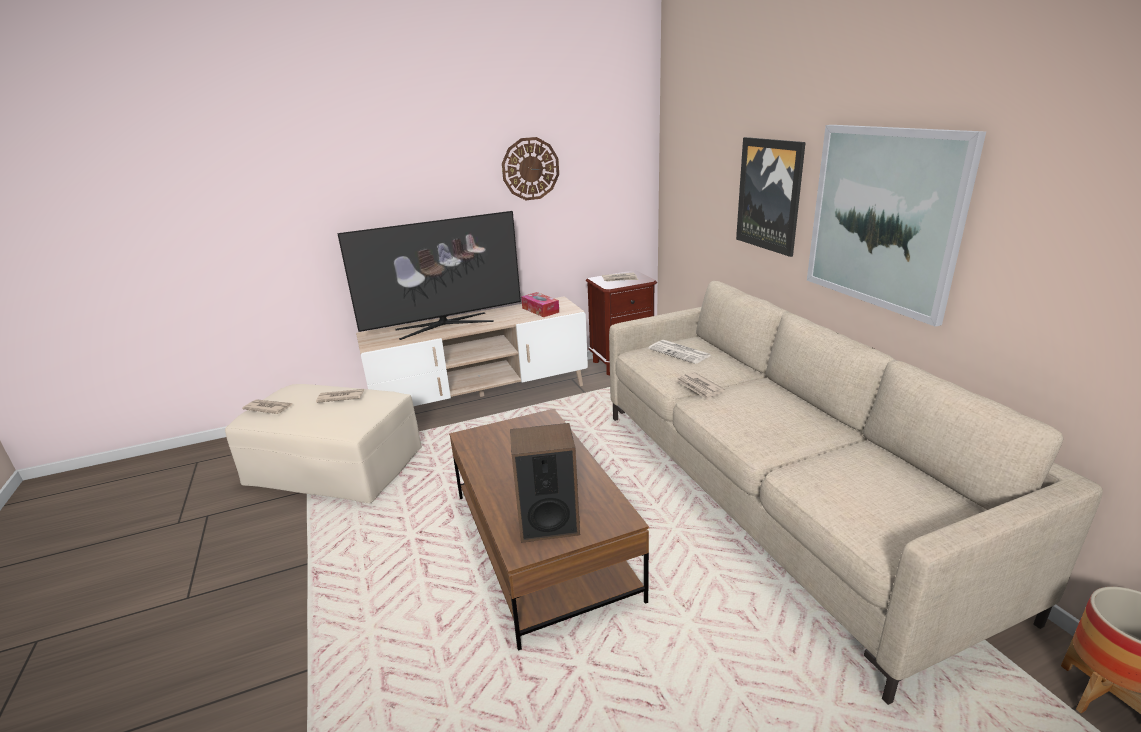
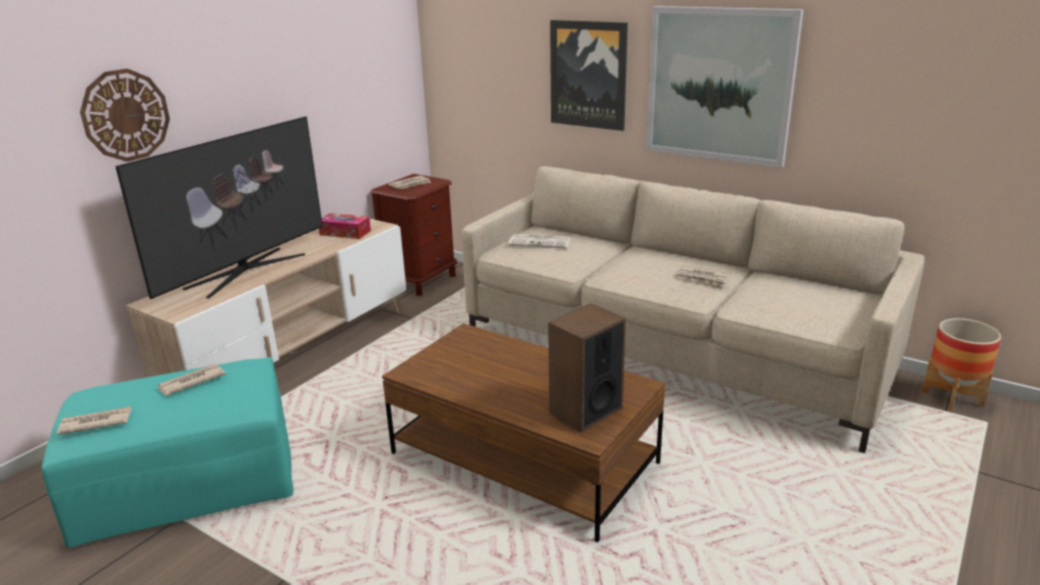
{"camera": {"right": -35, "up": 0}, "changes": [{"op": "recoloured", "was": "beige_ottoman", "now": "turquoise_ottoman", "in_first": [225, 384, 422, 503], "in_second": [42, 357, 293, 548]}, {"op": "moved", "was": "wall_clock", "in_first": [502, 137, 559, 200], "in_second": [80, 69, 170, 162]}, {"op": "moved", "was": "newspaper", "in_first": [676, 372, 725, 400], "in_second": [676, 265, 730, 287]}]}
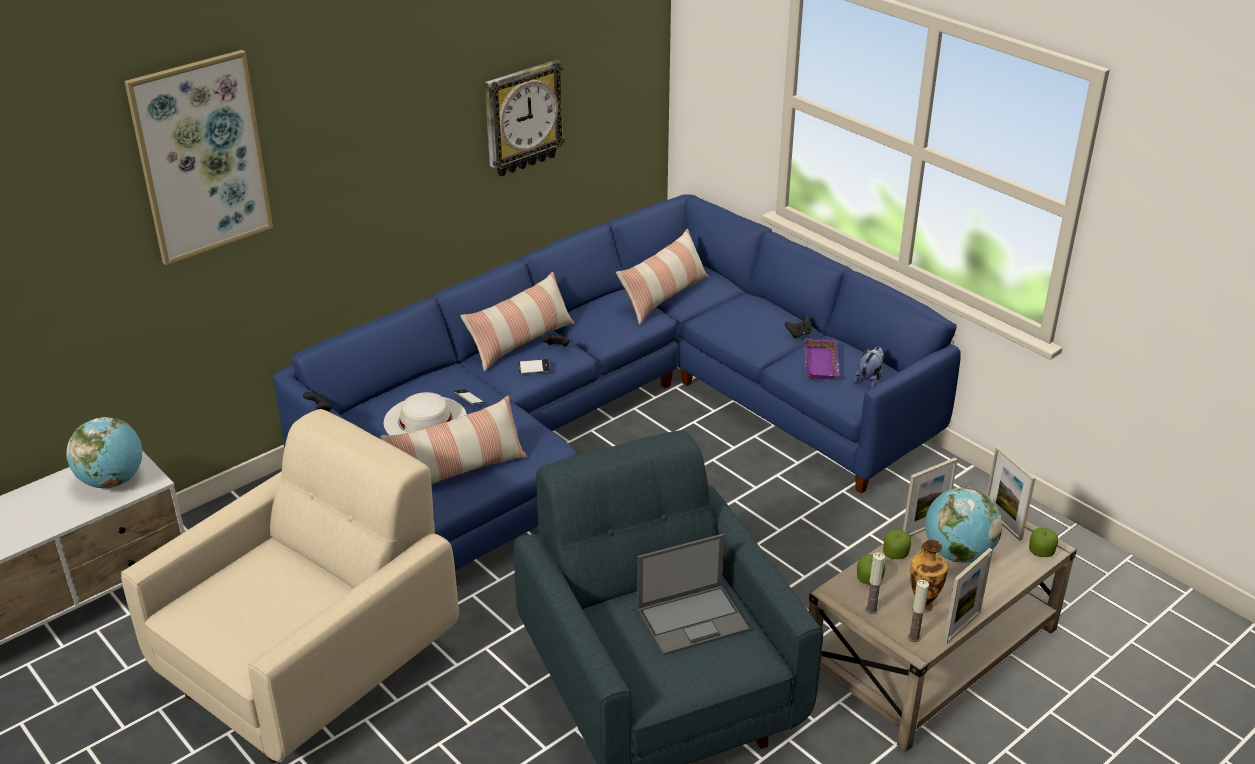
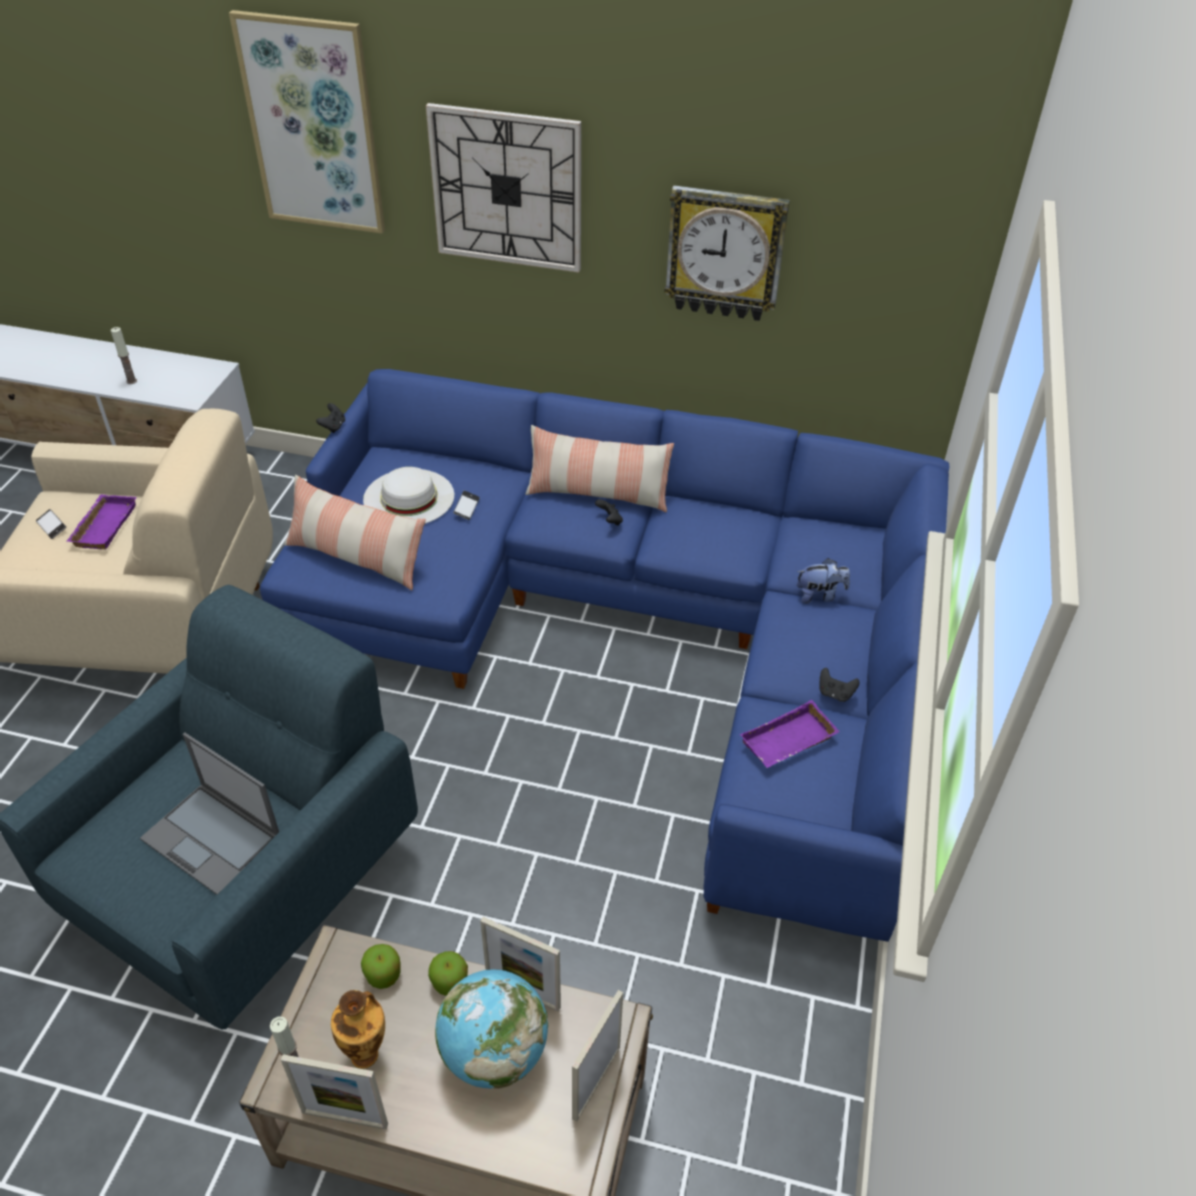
{"camera": {"right": 55, "up": 10}, "changes": [{"op": "moved", "was": "phone", "in_first": [518, 359, 550, 374], "in_second": [36, 509, 66, 539]}, {"op": "added", "now": "purple_tray", "in_second": [67, 495, 137, 549]}, {"op": "moved", "was": "candle", "in_first": [866, 552, 885, 614], "in_second": [110, 327, 137, 384]}, {"op": "added", "now": "wall_clock", "in_second": [426, 103, 581, 273]}, {"op": "moved", "was": "plush_toy", "in_first": [853, 347, 884, 388], "in_second": [797, 558, 850, 604]}, {"op": "removed", "was": "globe", "in_first": [66, 417, 142, 488]}, {"op": "removed", "was": "pillow", "in_first": [616, 229, 709, 325]}, {"op": "removed", "was": "apple", "in_first": [1029, 528, 1058, 557]}]}
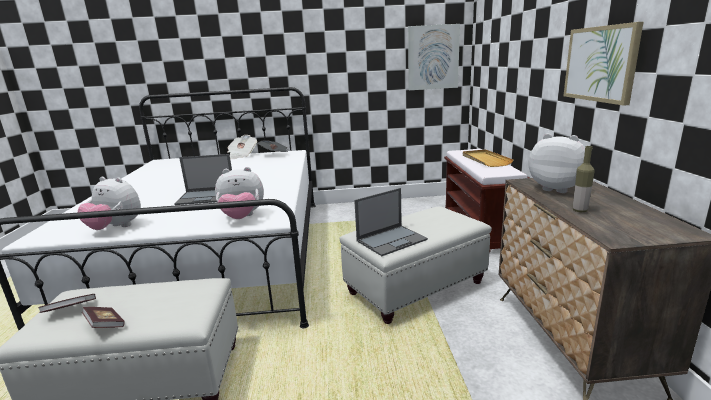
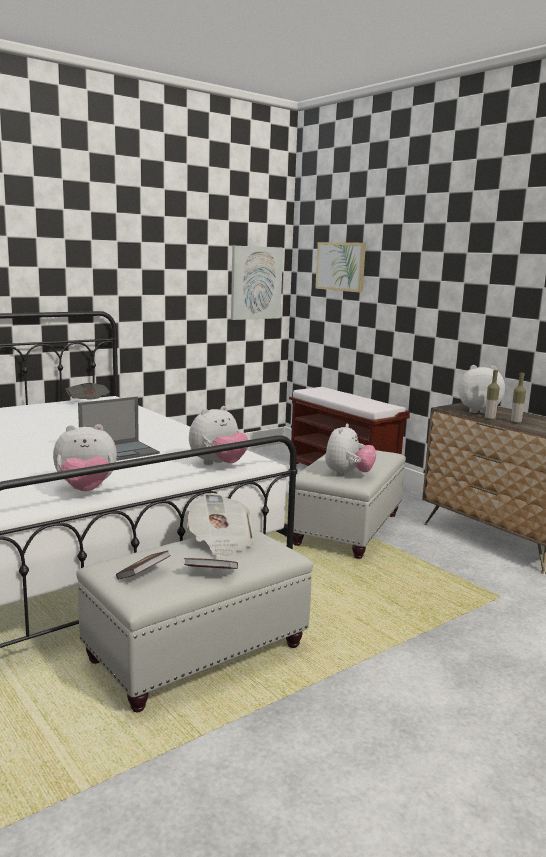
{"camera": {"right": -35, "up": -5}, "changes": [{"op": "moved", "was": "newspaper", "in_first": [227, 135, 257, 159], "in_second": [187, 493, 254, 558]}, {"op": "moved", "was": "picture", "in_first": [563, 22, 643, 106], "in_second": [315, 242, 366, 293]}, {"op": "replaced", "was": "laptop", "now": "plush_toy", "in_first": [354, 188, 428, 256], "in_second": [325, 424, 377, 477]}, {"op": "added", "now": "bottle", "in_second": [485, 370, 500, 420]}, {"op": "removed", "was": "beige_tray", "in_first": [463, 149, 514, 167]}]}
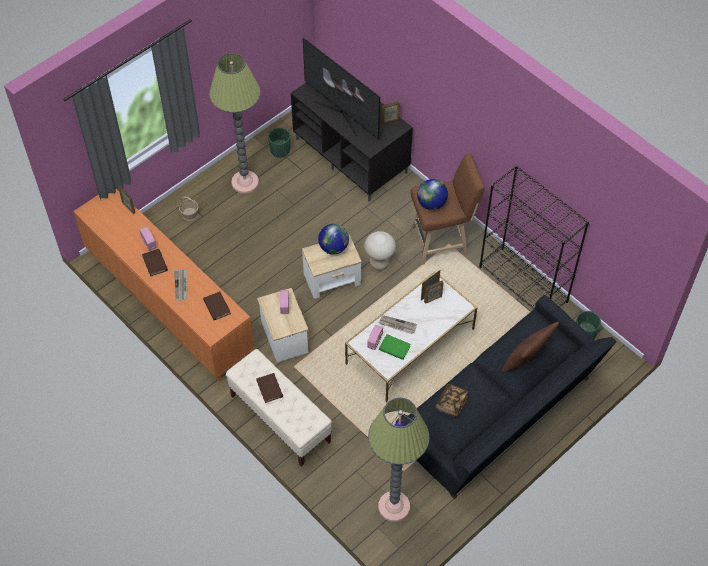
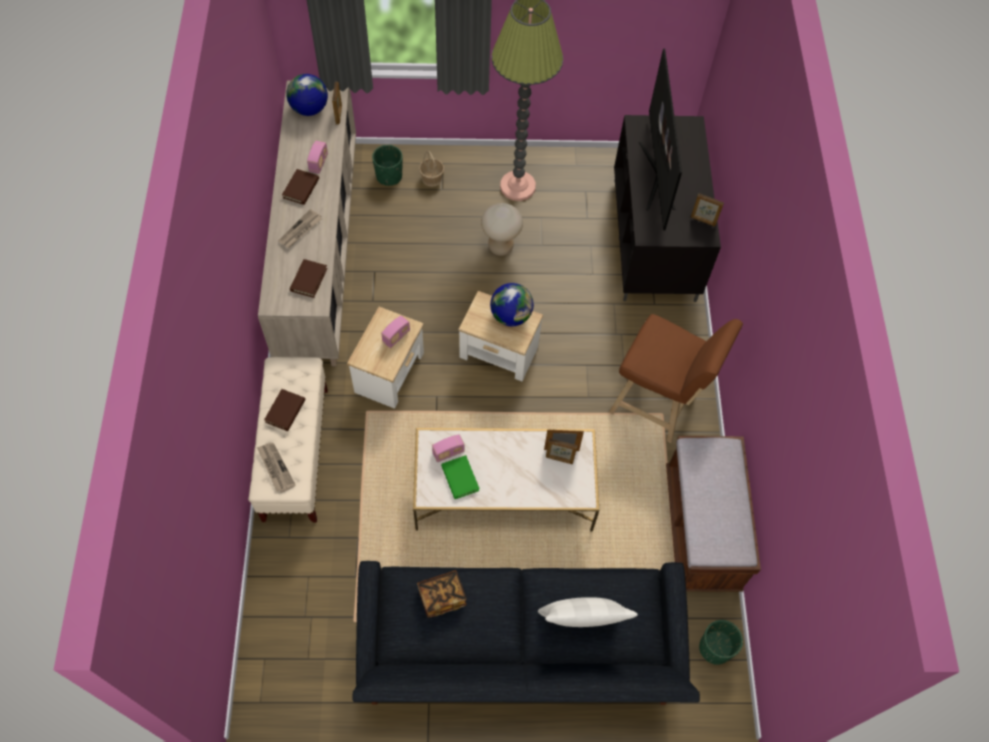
{"camera": {"right": 40, "up": 5}, "changes": [{"op": "moved", "was": "newspaper", "in_first": [379, 315, 417, 334], "in_second": [257, 443, 296, 493]}, {"op": "recoloured", "was": "orange_cabinet", "now": "beige_cabinet", "in_first": [74, 189, 254, 382], "in_second": [258, 81, 356, 366]}, {"op": "moved", "was": "globe", "in_first": [417, 179, 448, 210], "in_second": [286, 74, 328, 116]}, {"op": "moved", "was": "green_planter", "in_first": [268, 127, 290, 158], "in_second": [372, 145, 403, 186]}, {"op": "moved", "was": "beige_stool", "in_first": [364, 231, 396, 271], "in_second": [481, 203, 523, 256]}, {"op": "recoloured", "was": "brown_pillow", "now": "white_pillow", "in_first": [502, 322, 559, 372], "in_second": [538, 597, 638, 627]}, {"op": "replaced", "was": "black_bookcase", "now": "brown_bench", "in_first": [479, 165, 589, 310], "in_second": [666, 436, 761, 592]}, {"op": "removed", "was": "floor_lamp", "in_first": [368, 398, 429, 522]}]}
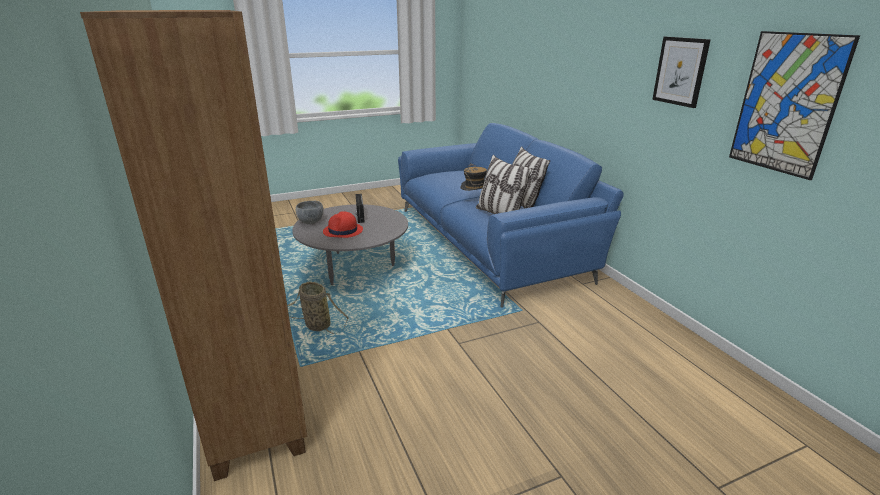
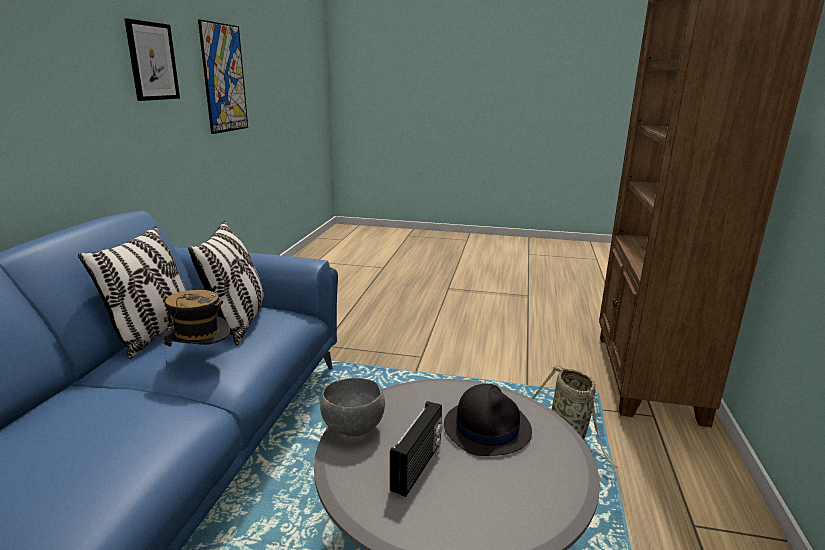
{"camera": {"right": -145, "up": -5}, "changes": [{"op": "moved", "was": "grey_bowl", "in_first": [296, 201, 324, 224], "in_second": [320, 378, 385, 436]}, {"op": "recoloured", "was": "red_hat", "now": "black_hat", "in_first": [323, 211, 363, 238], "in_second": [444, 384, 532, 456]}]}
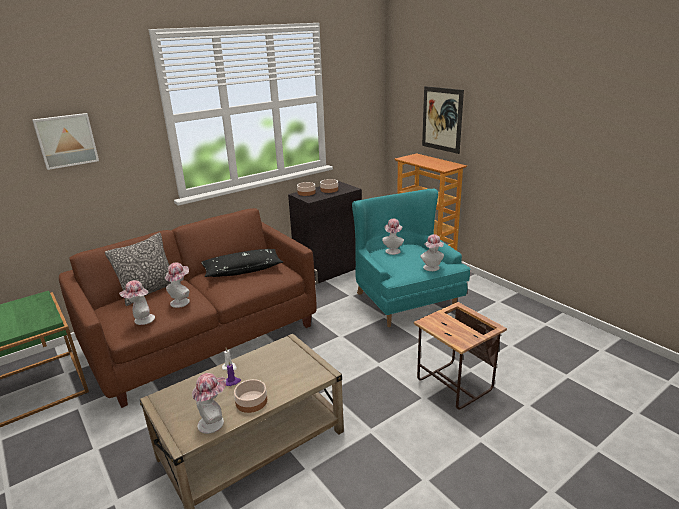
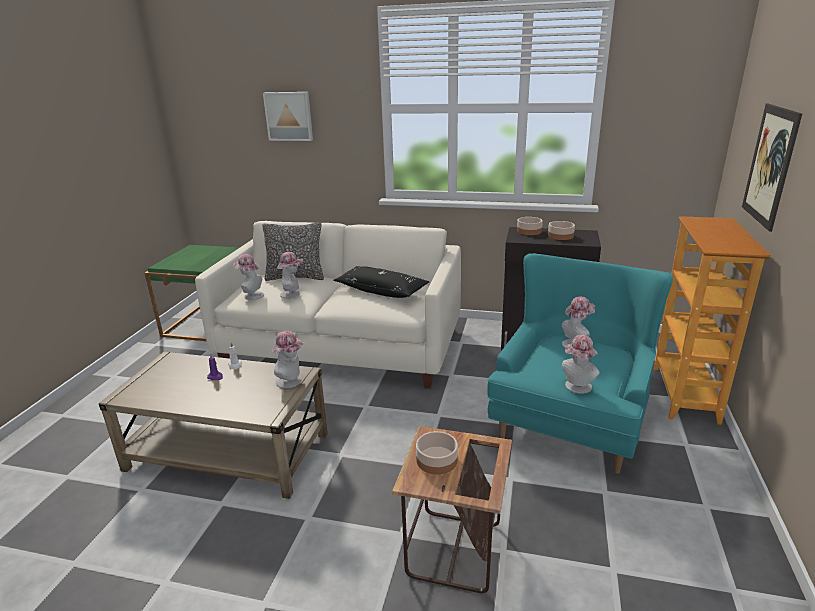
{"camera": {"right": 50, "up": 0}, "changes": [{"op": "recoloured", "was": "brown_sofa", "now": "white_sofa", "in_first": [59, 208, 317, 408], "in_second": [195, 221, 461, 388]}, {"op": "moved", "was": "hat", "in_first": [192, 373, 226, 434], "in_second": [272, 331, 304, 388]}, {"op": "moved", "was": "bowl", "in_first": [234, 379, 267, 413], "in_second": [416, 431, 458, 474]}]}
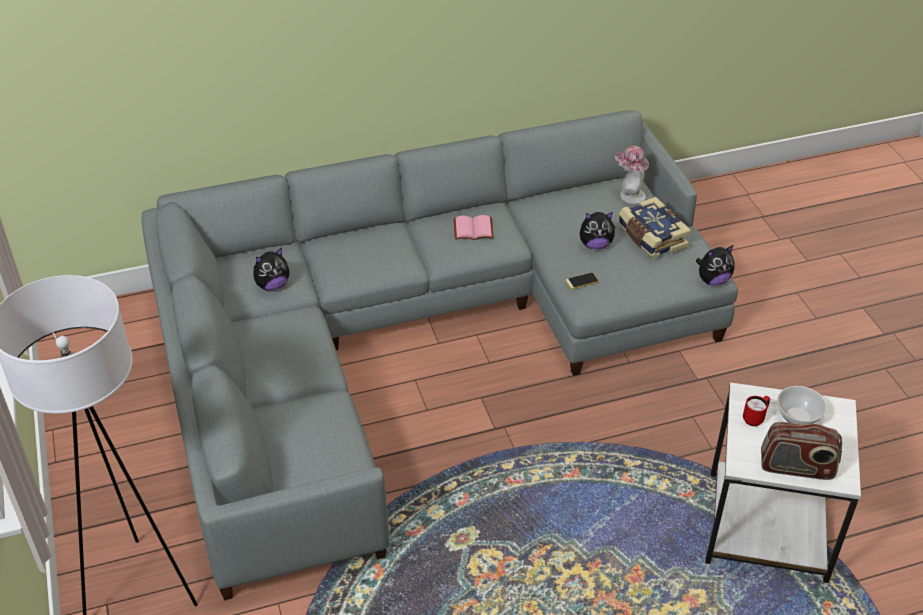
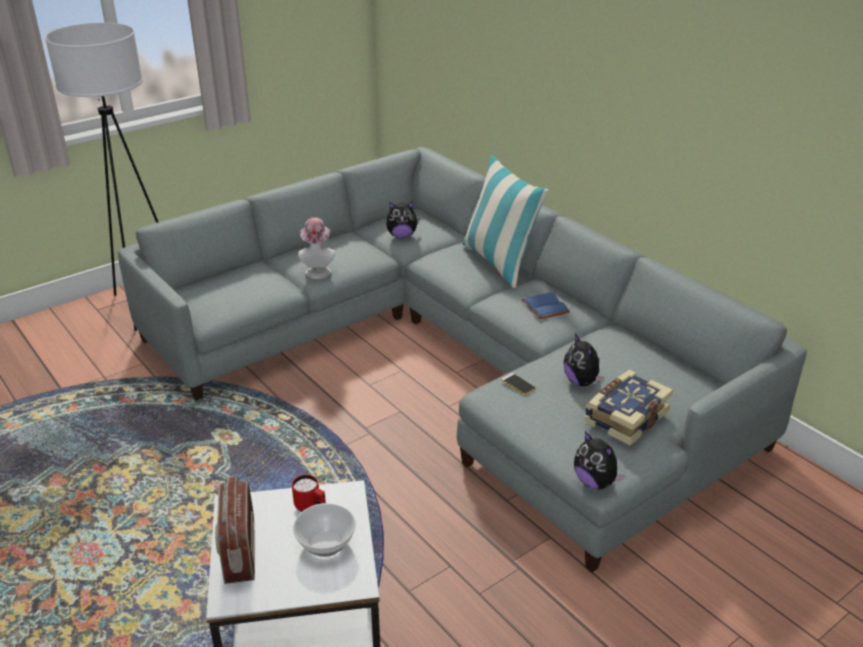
{"camera": {"right": 70, "up": -10}, "changes": [{"op": "moved", "was": "hat", "in_first": [615, 146, 649, 204], "in_second": [298, 217, 335, 279]}, {"op": "turned", "was": "plush_toy", "in_first": [253, 248, 290, 291], "in_second": [386, 201, 419, 238], "clockwise": -45}, {"op": "added", "now": "pillow", "in_second": [462, 155, 549, 288]}, {"op": "recoloured", "was": "pink_book", "now": "blue_book", "in_first": [454, 215, 494, 240], "in_second": [521, 292, 570, 319]}]}
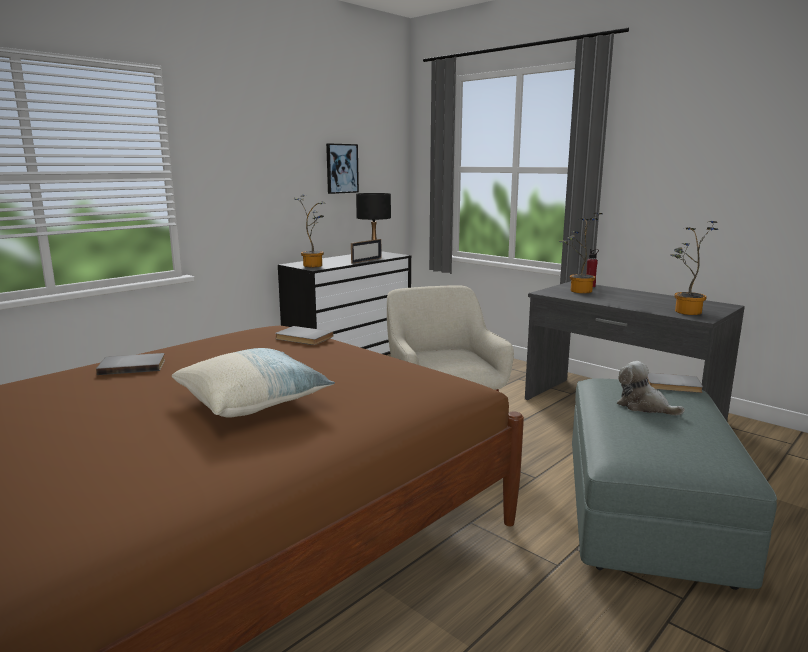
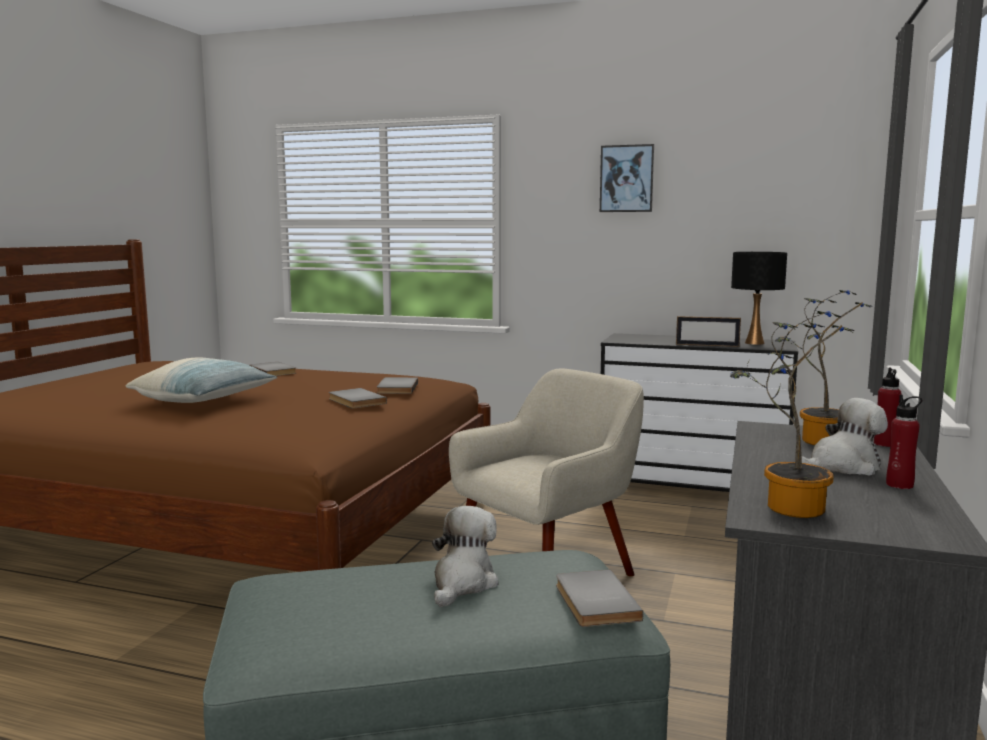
{"camera": {"right": 65, "up": -5}, "changes": [{"op": "added", "now": "grey_book", "in_second": [329, 388, 387, 408]}, {"op": "moved", "was": "picture", "in_first": [326, 143, 359, 194], "in_second": [600, 144, 654, 212]}, {"op": "added", "now": "plush_toy", "in_second": [802, 398, 888, 476]}, {"op": "added", "now": "red_bottle", "in_second": [886, 395, 922, 489]}, {"op": "removed", "was": "potted_plant", "in_first": [294, 194, 326, 267]}]}
